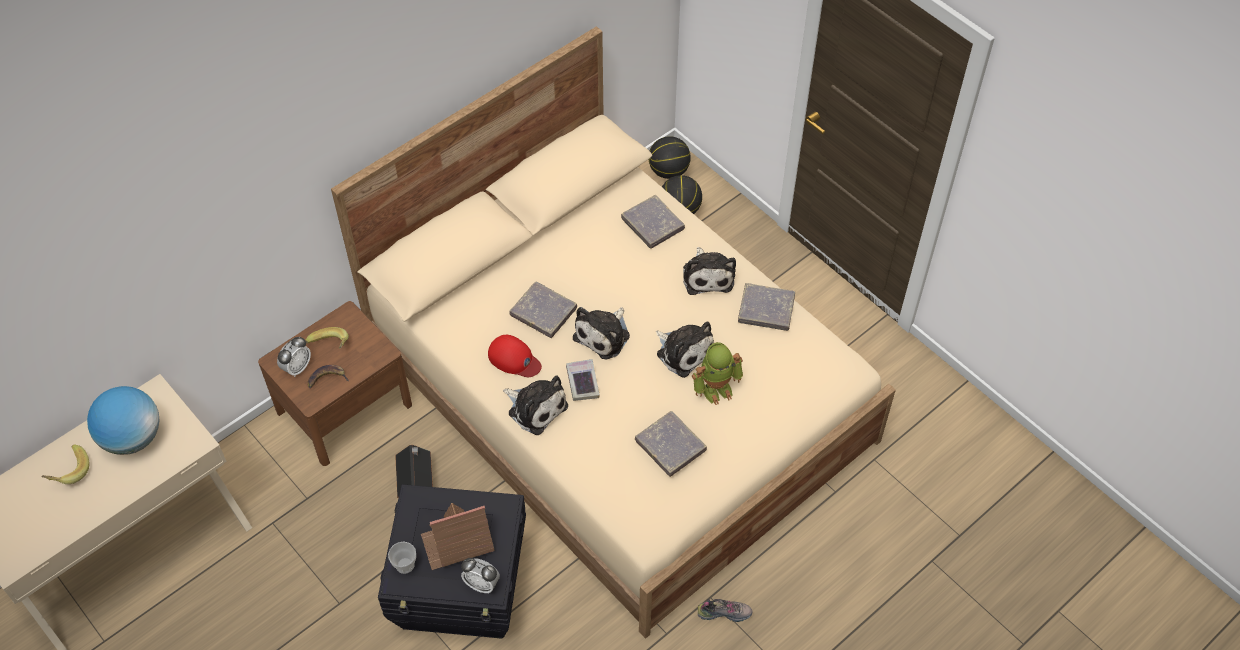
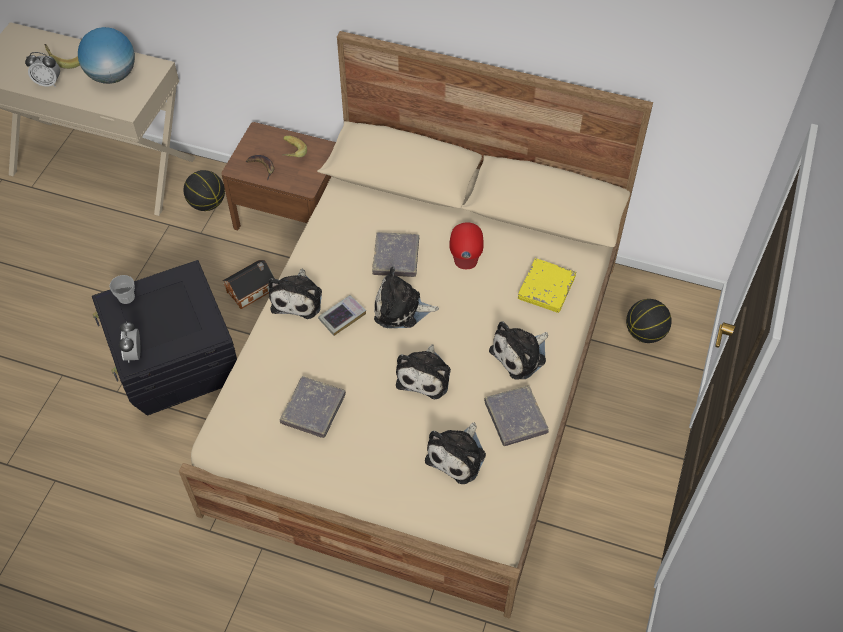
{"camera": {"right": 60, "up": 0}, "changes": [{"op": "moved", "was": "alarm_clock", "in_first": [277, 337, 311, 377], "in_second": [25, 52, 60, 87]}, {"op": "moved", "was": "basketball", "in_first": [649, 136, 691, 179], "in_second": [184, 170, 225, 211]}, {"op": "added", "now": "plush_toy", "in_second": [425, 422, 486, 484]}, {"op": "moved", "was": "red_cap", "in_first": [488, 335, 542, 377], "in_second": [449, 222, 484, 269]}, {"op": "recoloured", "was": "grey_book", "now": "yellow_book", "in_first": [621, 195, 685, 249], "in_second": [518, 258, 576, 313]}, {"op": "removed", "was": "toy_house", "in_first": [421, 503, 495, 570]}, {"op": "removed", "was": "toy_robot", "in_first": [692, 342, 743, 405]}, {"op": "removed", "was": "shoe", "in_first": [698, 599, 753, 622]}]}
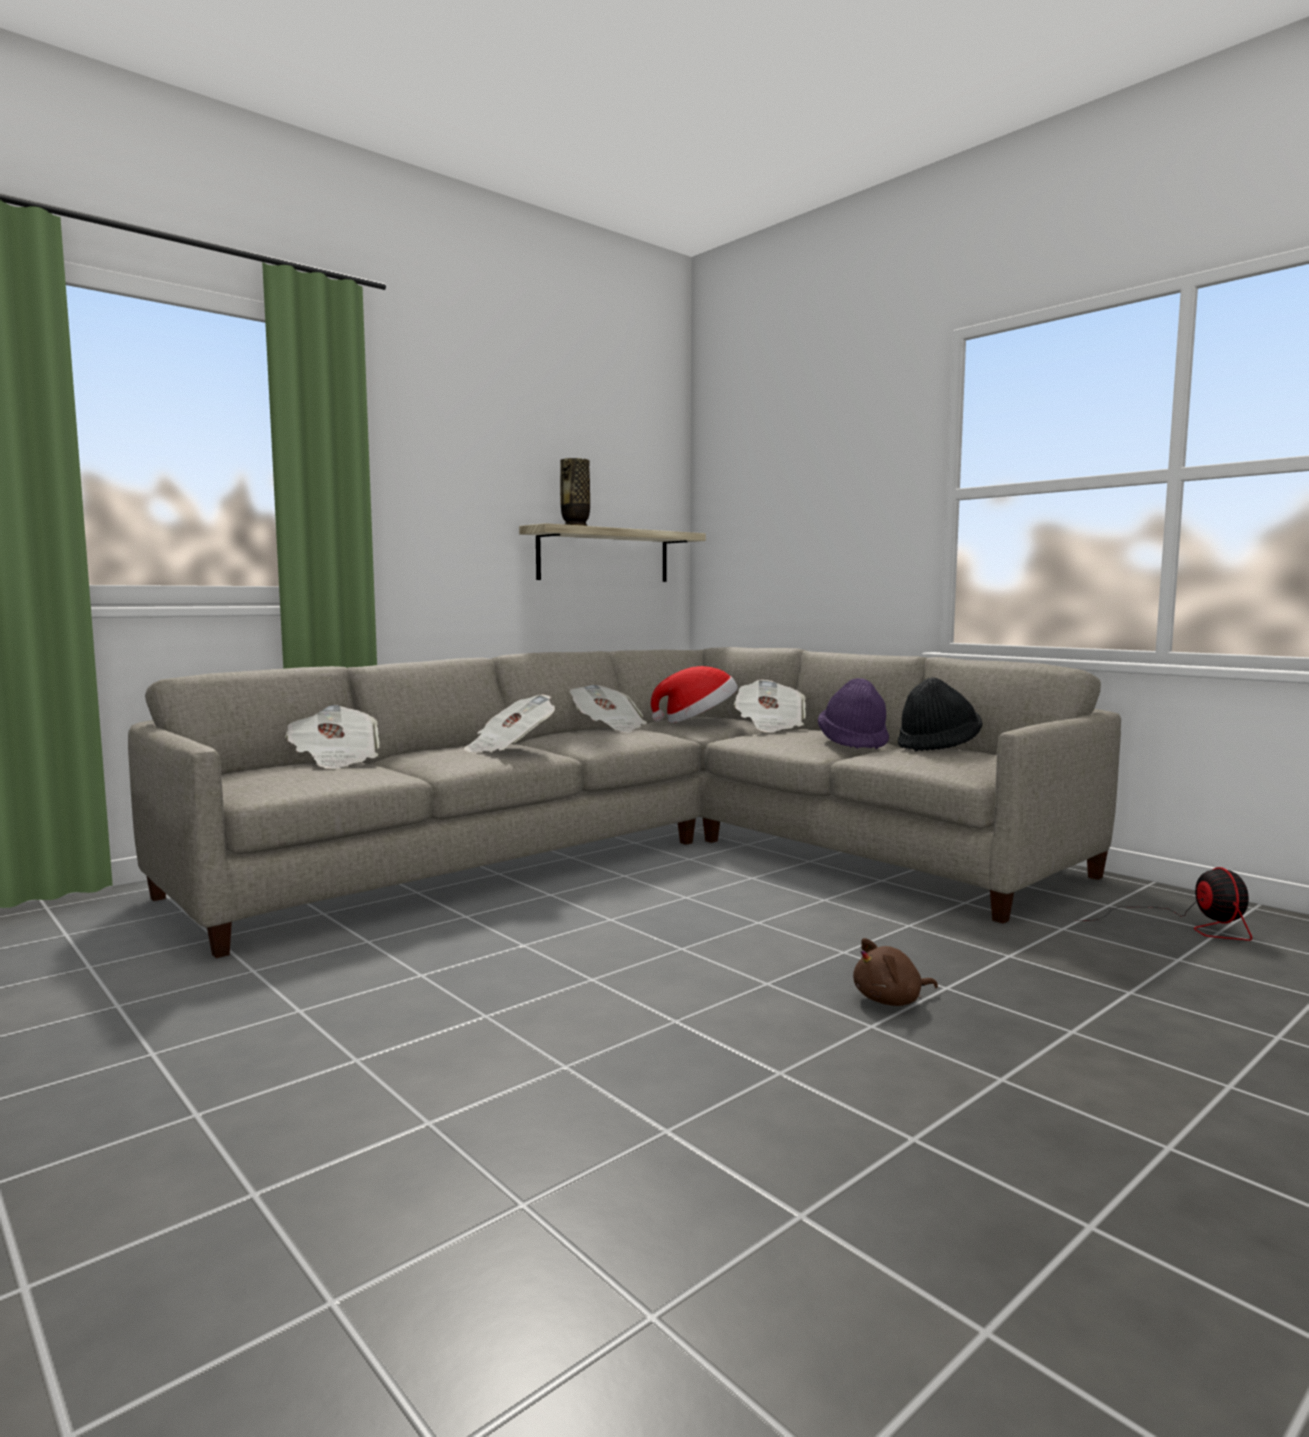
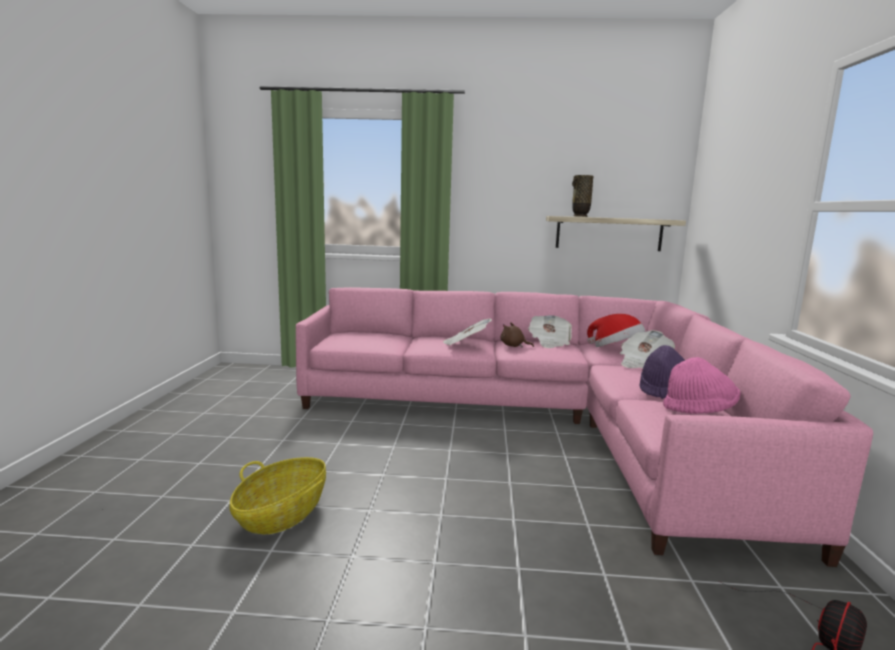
{"camera": {"right": 45, "up": 5}, "changes": [{"op": "added", "now": "basket", "in_second": [229, 457, 326, 534]}, {"op": "recoloured", "was": "grey_sofa", "now": "pink_sofa", "in_first": [128, 647, 1121, 958], "in_second": [296, 287, 873, 567]}, {"op": "moved", "was": "brown_plush_toy", "in_first": [853, 938, 938, 1006], "in_second": [501, 323, 534, 348]}, {"op": "recoloured", "was": "black_hat", "now": "pink_hat", "in_first": [898, 677, 983, 752], "in_second": [663, 357, 741, 414]}, {"op": "removed", "was": "newspaper", "in_first": [285, 705, 379, 769]}]}
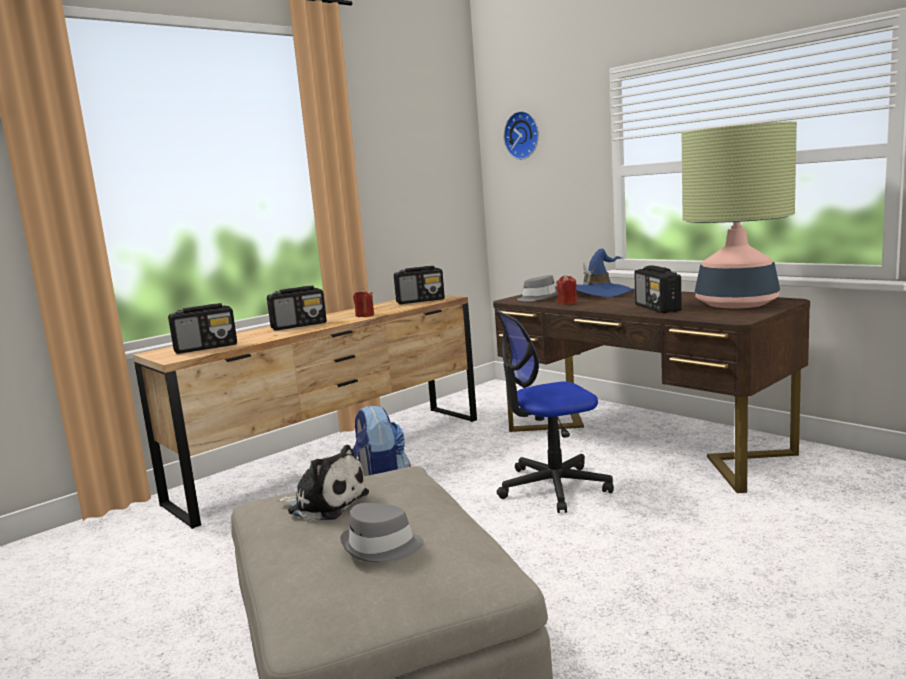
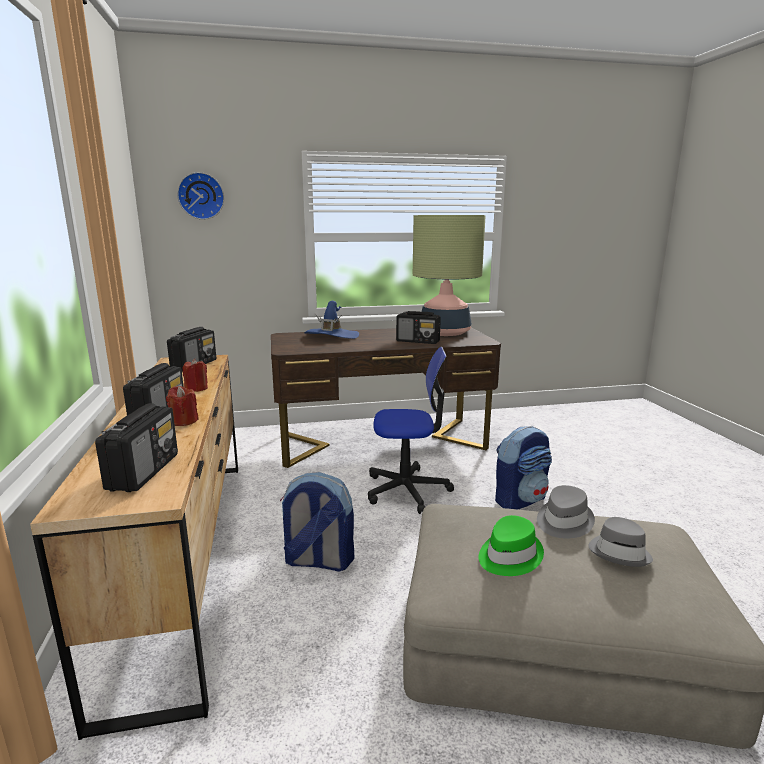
{"camera": {"right": -60, "up": 5}, "changes": [{"op": "moved", "was": "red_candle", "in_first": [556, 275, 577, 305], "in_second": [166, 386, 199, 426]}, {"op": "turned", "was": "office_chair", "in_first": [495, 310, 614, 513], "in_second": [368, 347, 454, 514], "clockwise": -105}, {"op": "replaced", "was": "plush_toy", "now": "green_hat", "in_first": [278, 445, 369, 521], "in_second": [478, 515, 544, 576]}, {"op": "added", "now": "backpack", "in_second": [495, 426, 552, 509]}, {"op": "moved", "was": "grey_hat", "in_first": [517, 275, 557, 301], "in_second": [537, 485, 595, 538]}]}
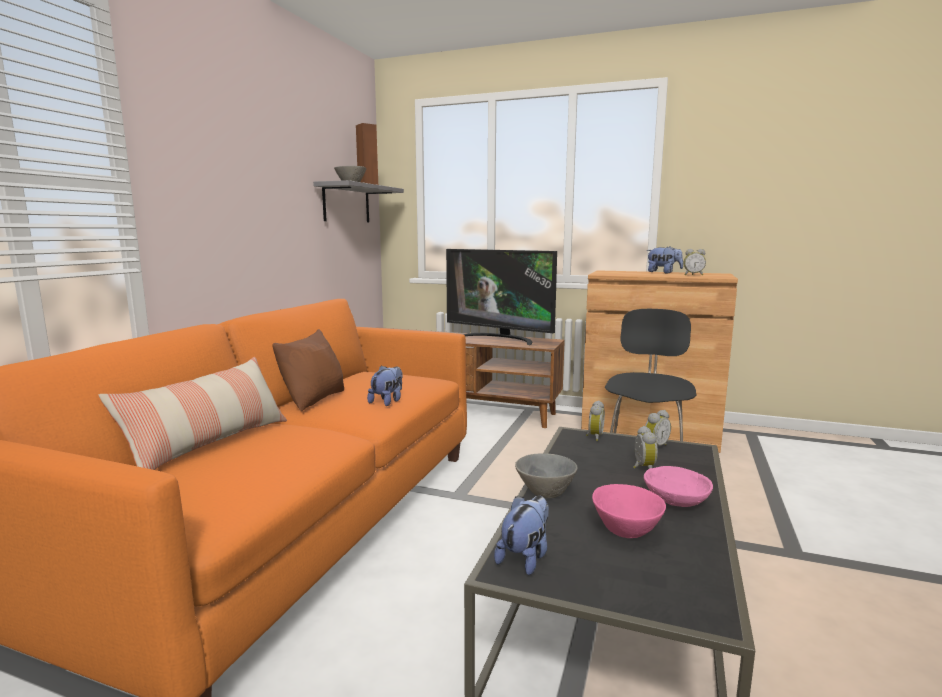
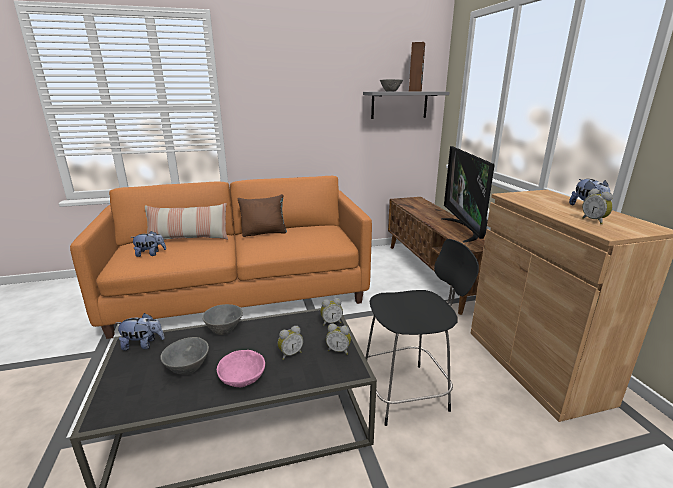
{"camera": {"right": 55, "up": 10}, "changes": [{"op": "moved", "was": "plush_toy", "in_first": [367, 365, 403, 406], "in_second": [130, 231, 166, 257]}, {"op": "recoloured", "was": "pink_bowl", "now": "grey_bowl", "in_first": [592, 484, 666, 538], "in_second": [160, 337, 209, 375]}]}
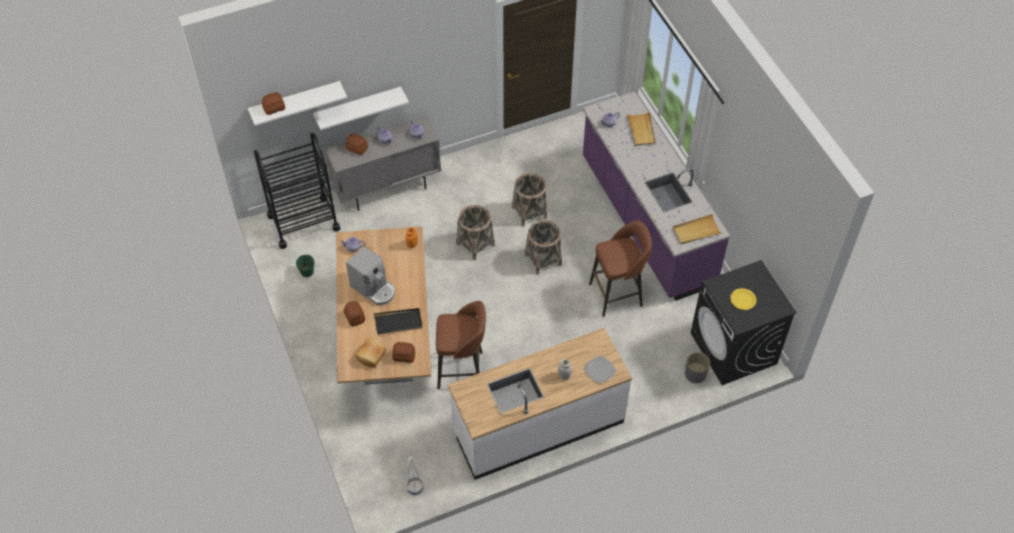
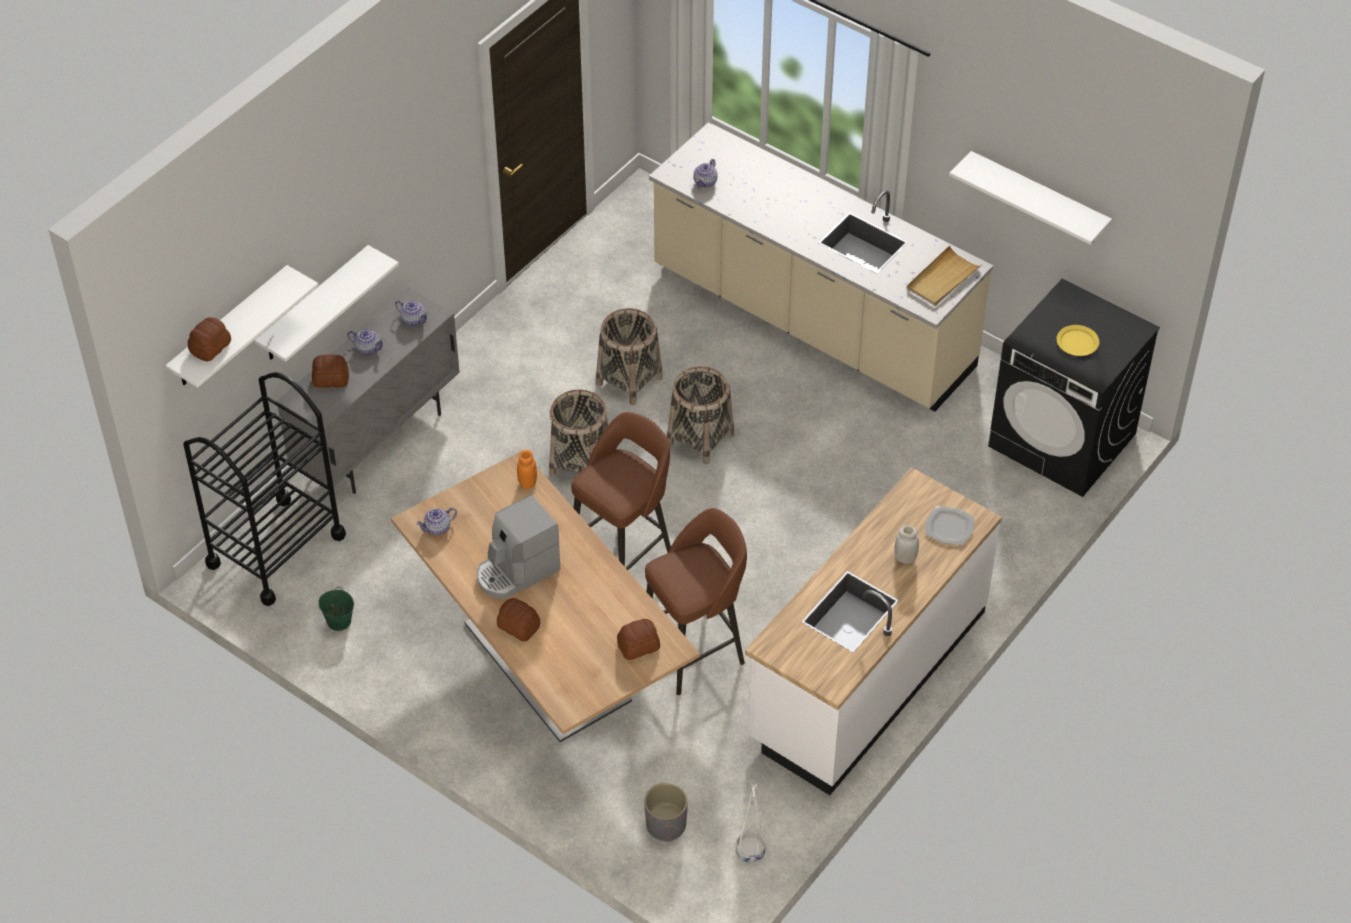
{"camera": {"right": -30, "up": -5}, "changes": [{"op": "turned", "was": "coffee_machine", "in_first": [346, 246, 395, 305], "in_second": [477, 495, 560, 599], "clockwise": 135}, {"op": "moved", "was": "brown_stool", "in_first": [589, 220, 652, 317], "in_second": [571, 412, 671, 570]}, {"op": "moved", "was": "grey_planter", "in_first": [685, 352, 710, 383], "in_second": [644, 783, 688, 842]}, {"op": "recoloured", "was": "purple_counter", "now": "beige_counter", "in_first": [583, 91, 730, 301], "in_second": [649, 122, 993, 411]}, {"op": "added", "now": "white_shelf", "in_second": [949, 151, 1112, 245]}, {"op": "removed", "was": "bread", "in_first": [356, 339, 386, 367]}, {"op": "removed", "was": "black_tray", "in_first": [374, 308, 422, 335]}, {"op": "removed", "was": "beige_tray", "in_first": [627, 111, 656, 146]}]}
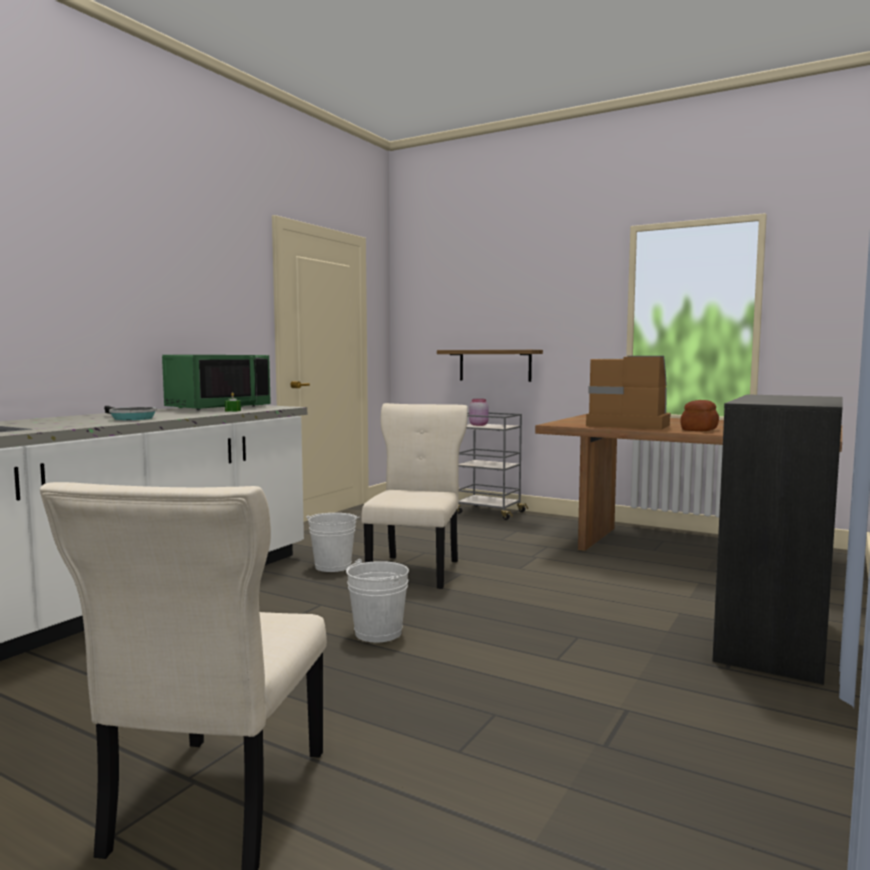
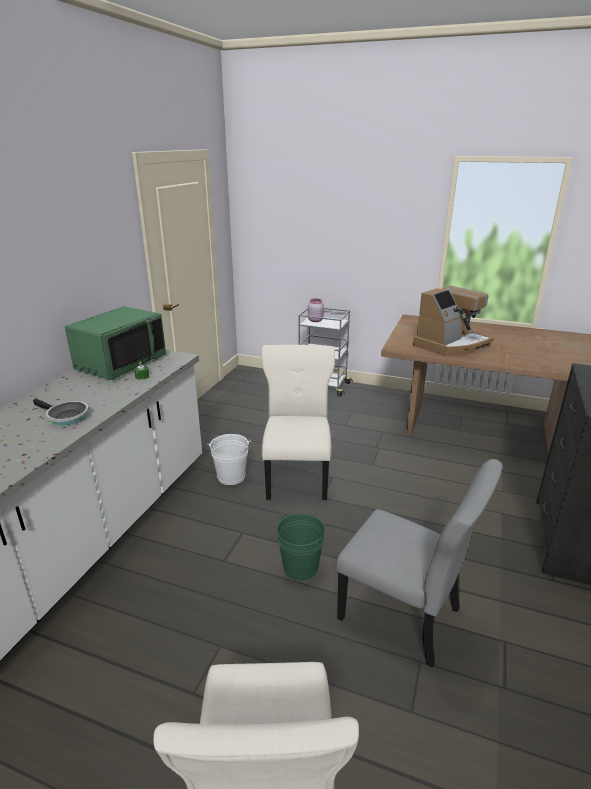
{"camera": {"right": -10, "up": 20}, "changes": [{"op": "recoloured", "was": "white_bucket", "now": "green_bucket", "in_first": [346, 559, 409, 642], "in_second": [277, 513, 325, 580]}, {"op": "added", "now": "grey_chair", "in_second": [336, 459, 503, 668]}, {"op": "turned", "was": "coffee_machine", "in_first": [586, 356, 671, 430], "in_second": [413, 286, 494, 356], "clockwise": 120}, {"op": "removed", "was": "shelf", "in_first": [437, 350, 543, 382]}, {"op": "removed", "was": "bread", "in_first": [681, 400, 719, 431]}]}
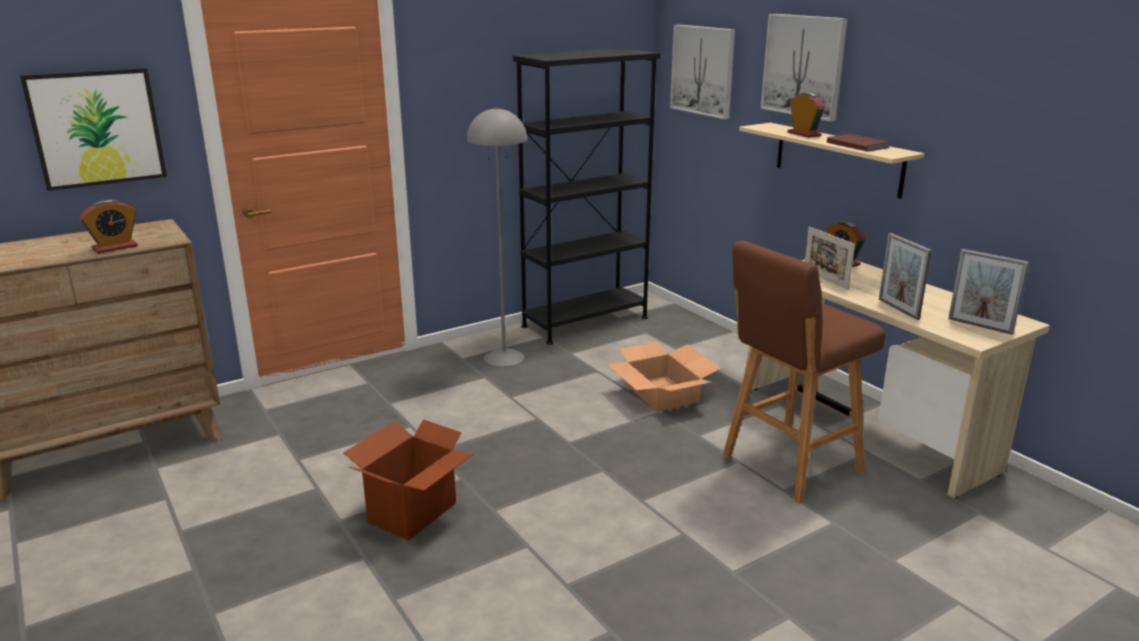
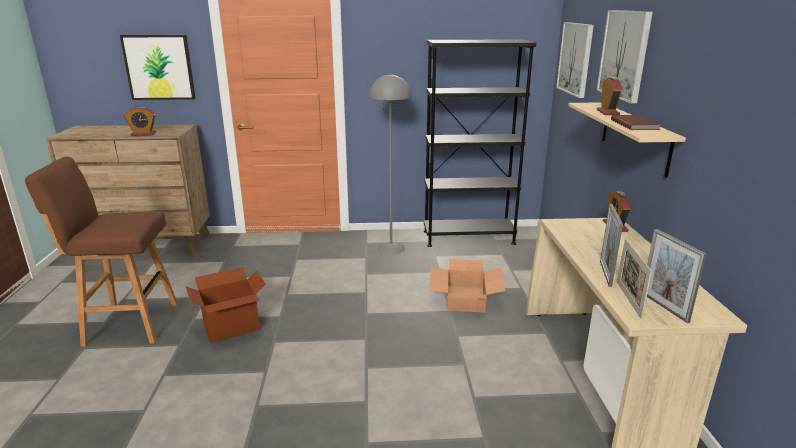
{"camera": {"right": 30, "up": 0}, "changes": [{"op": "moved", "was": "brown_stool", "in_first": [723, 241, 886, 504], "in_second": [25, 157, 178, 347]}, {"op": "moved", "was": "picture_frame", "in_first": [805, 227, 855, 290], "in_second": [617, 239, 652, 319]}]}
